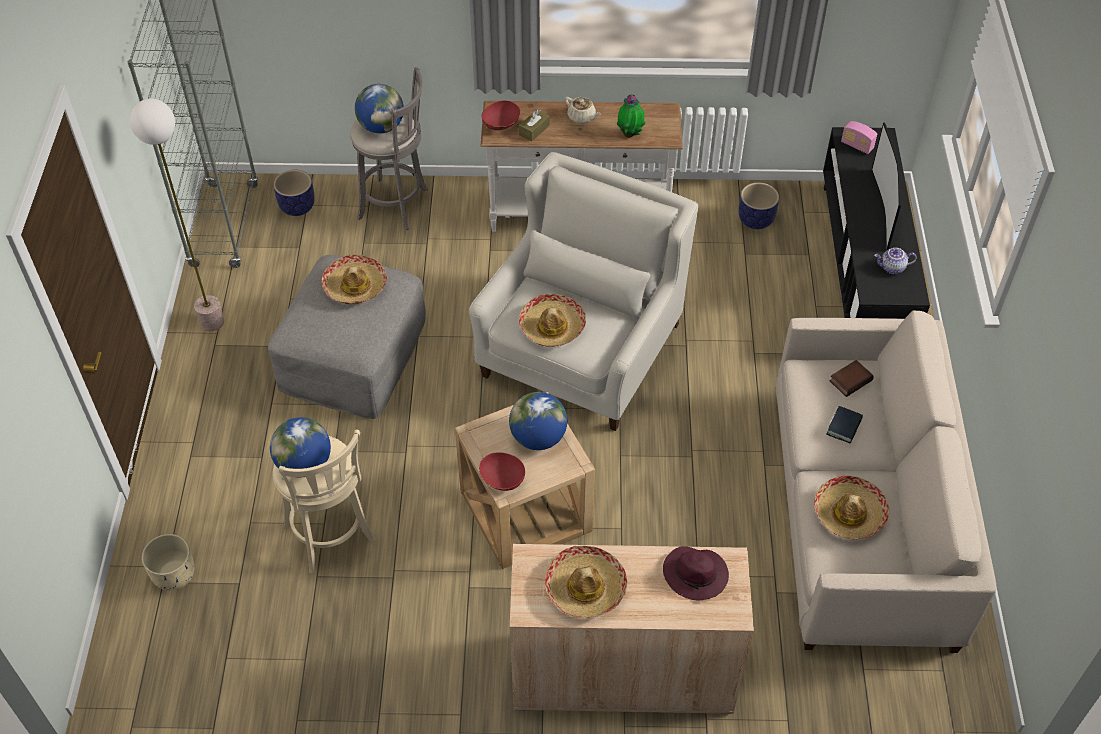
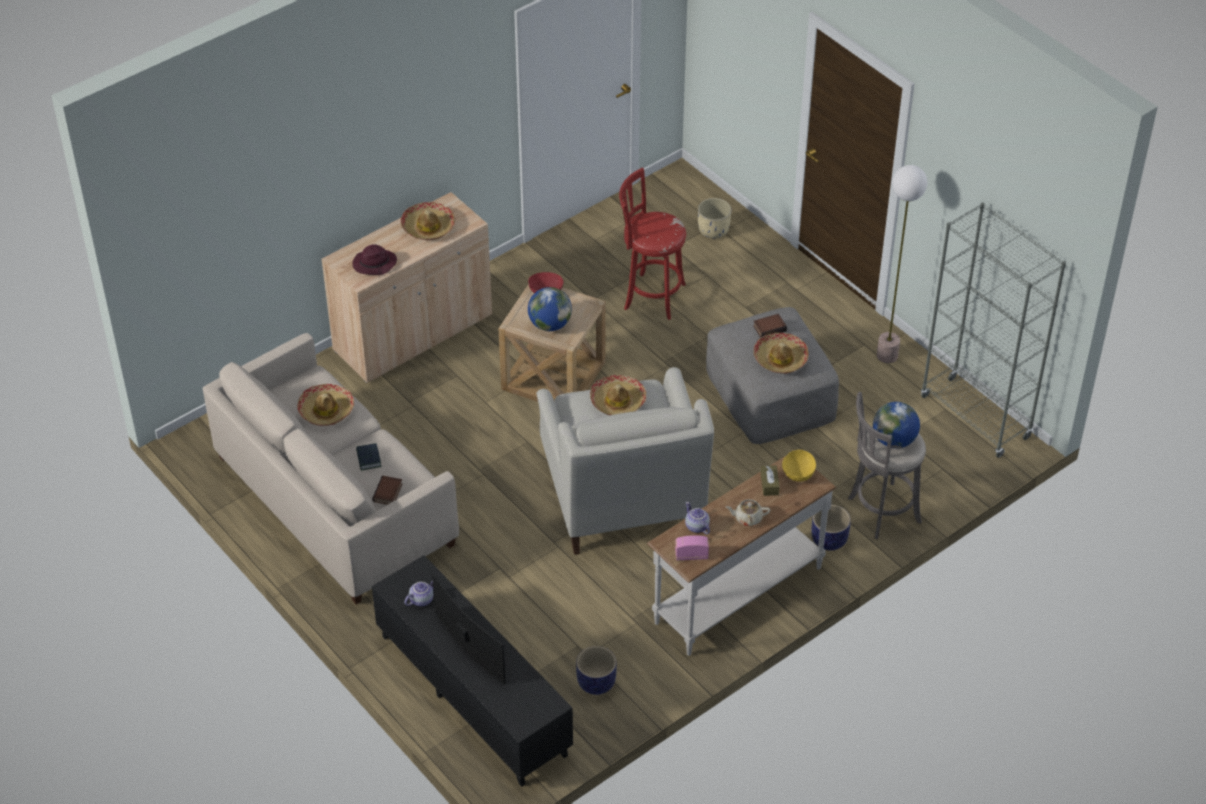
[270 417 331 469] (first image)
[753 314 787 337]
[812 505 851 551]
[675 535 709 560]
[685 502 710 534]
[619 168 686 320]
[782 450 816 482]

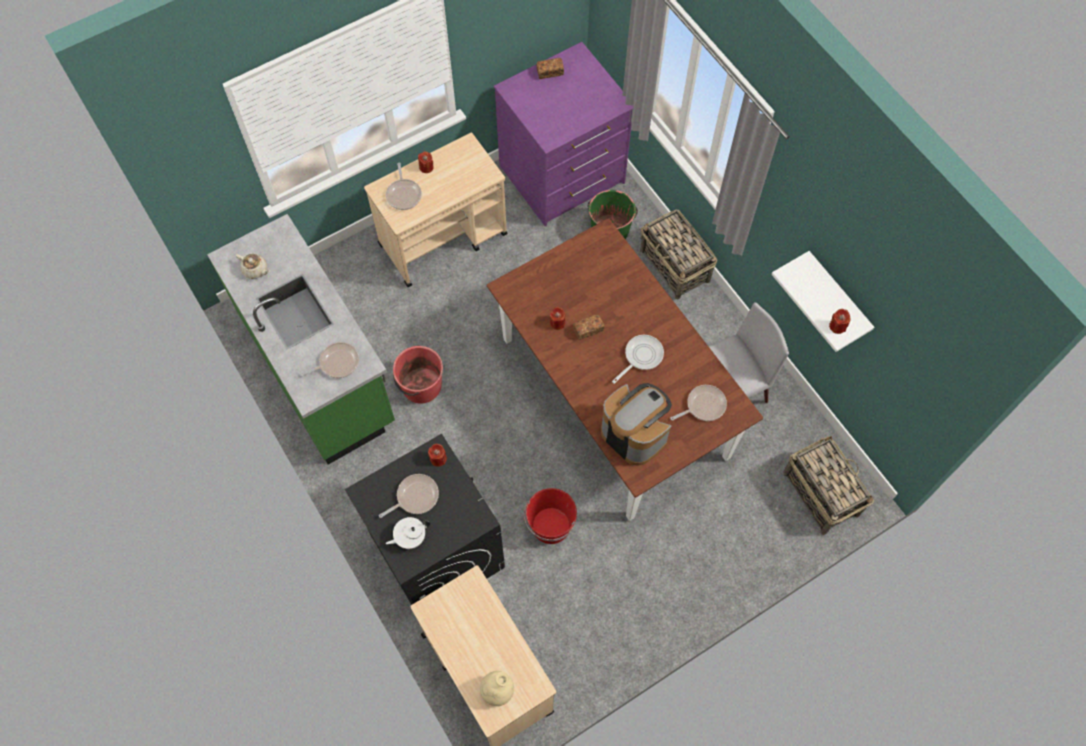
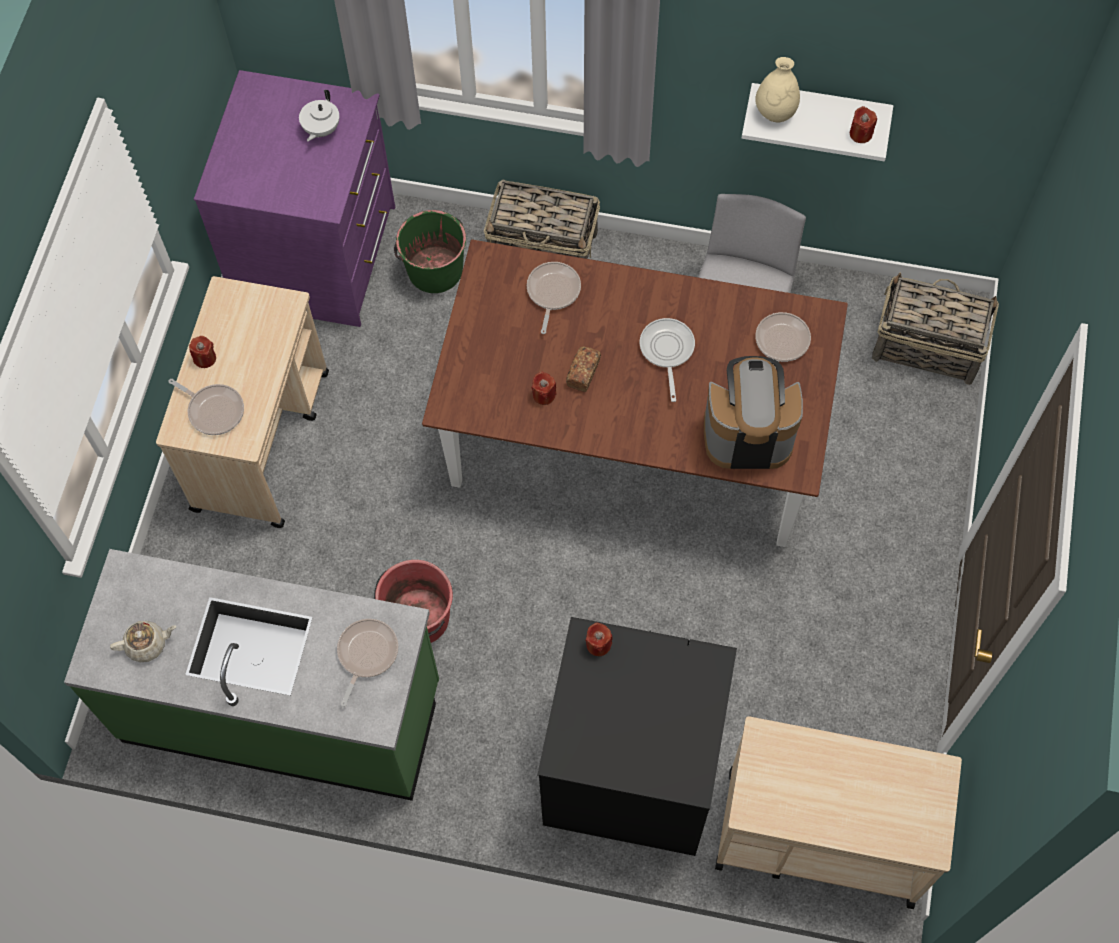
[524 488 577 544] (first image)
[536 58 564 79] (first image)
[527 262 581 334]
[299 90 340 141]
[755 57 800 123]

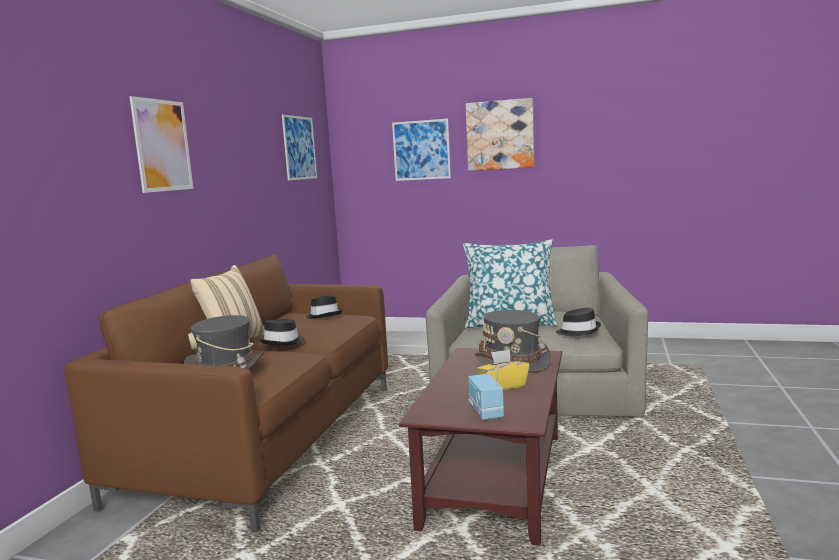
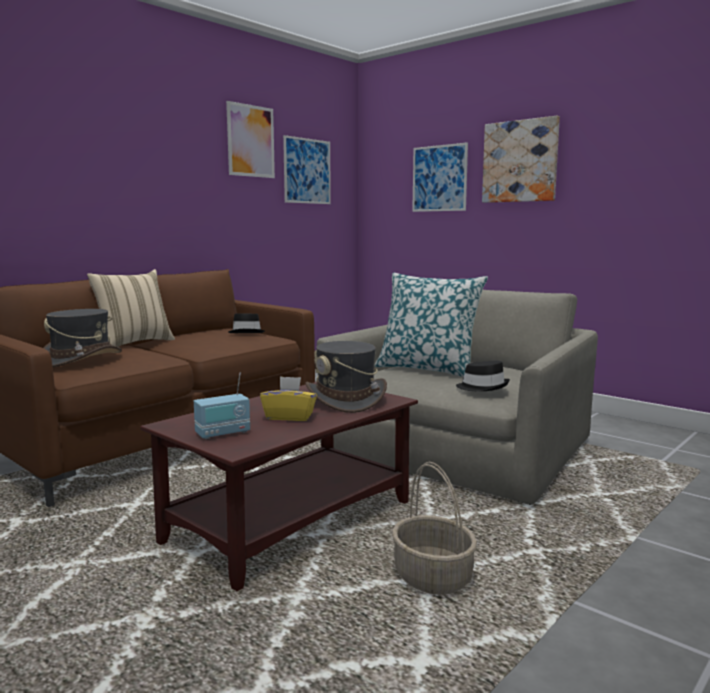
[259 319 305 346] (first image)
[392 462 477 595]
[226 101 275 178]
[194 373 250 439]

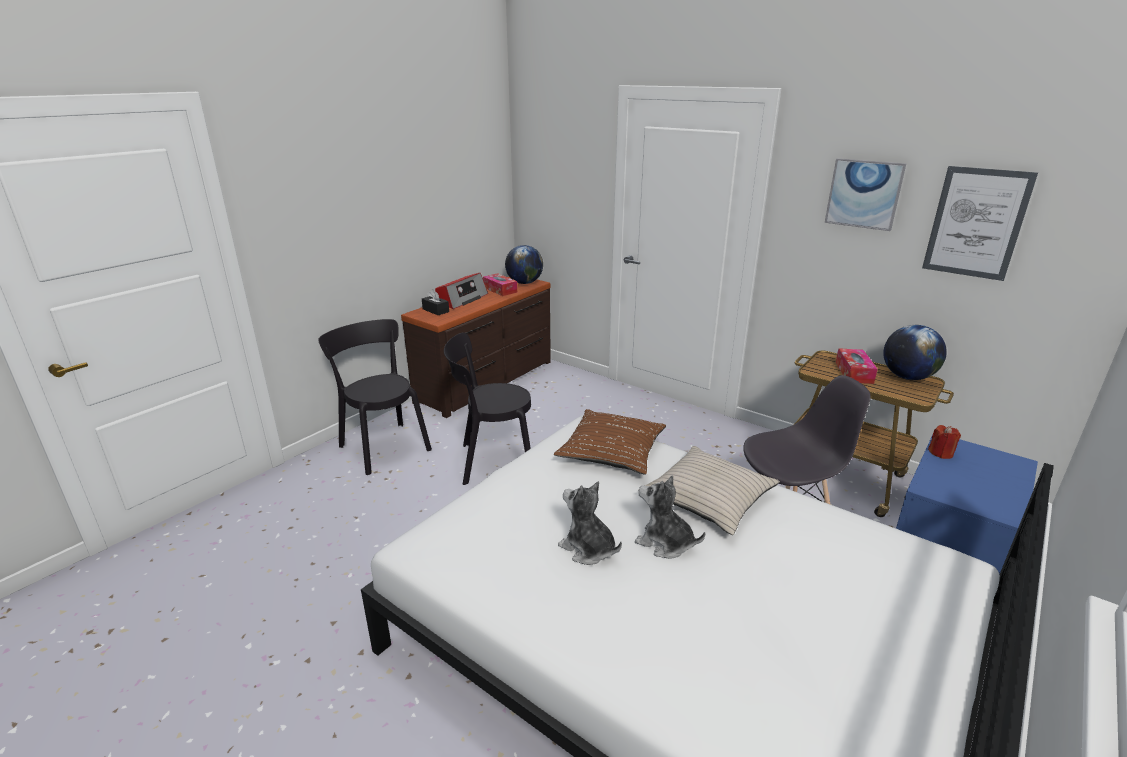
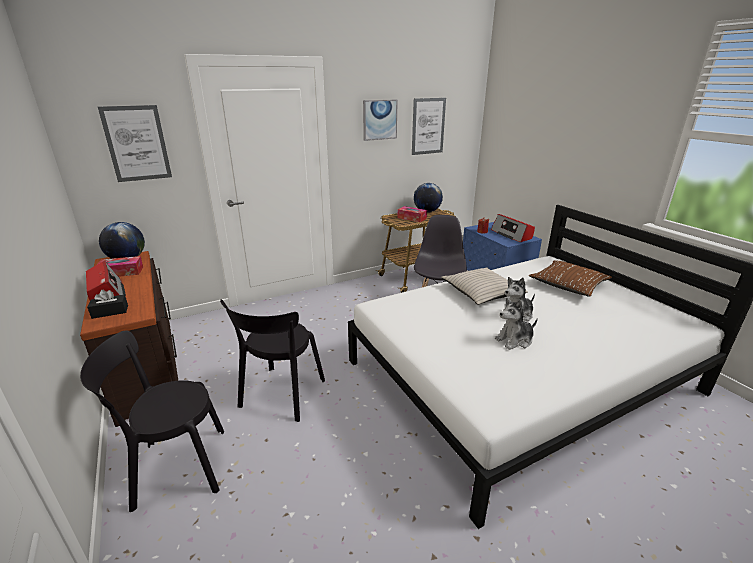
[98 105 172 182]
[491 214 535 242]
[529 260 612 297]

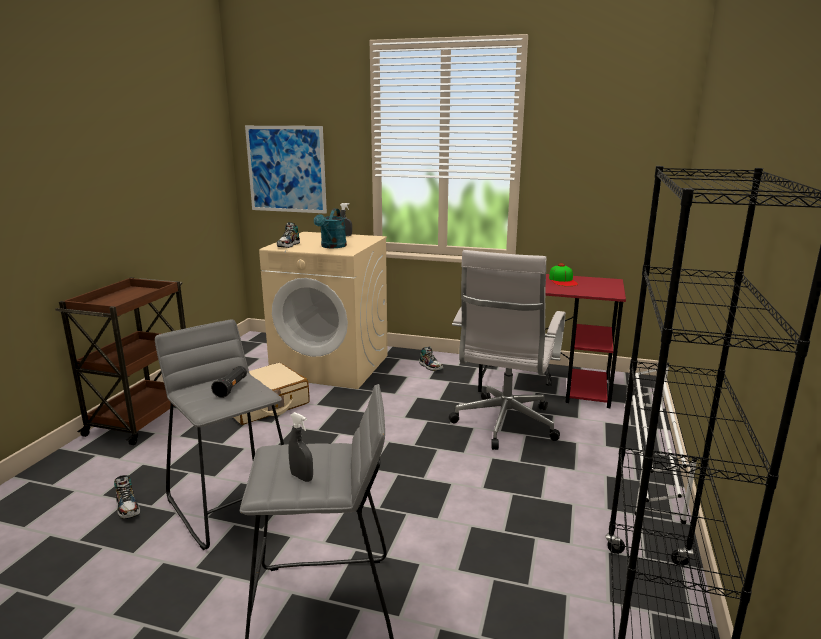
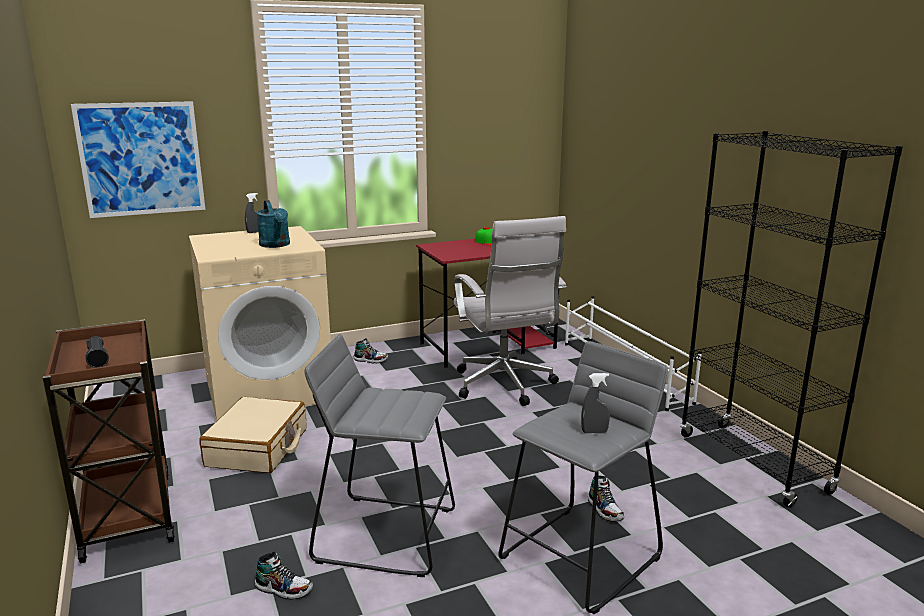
[86 336 109 368]
[588 475 624 522]

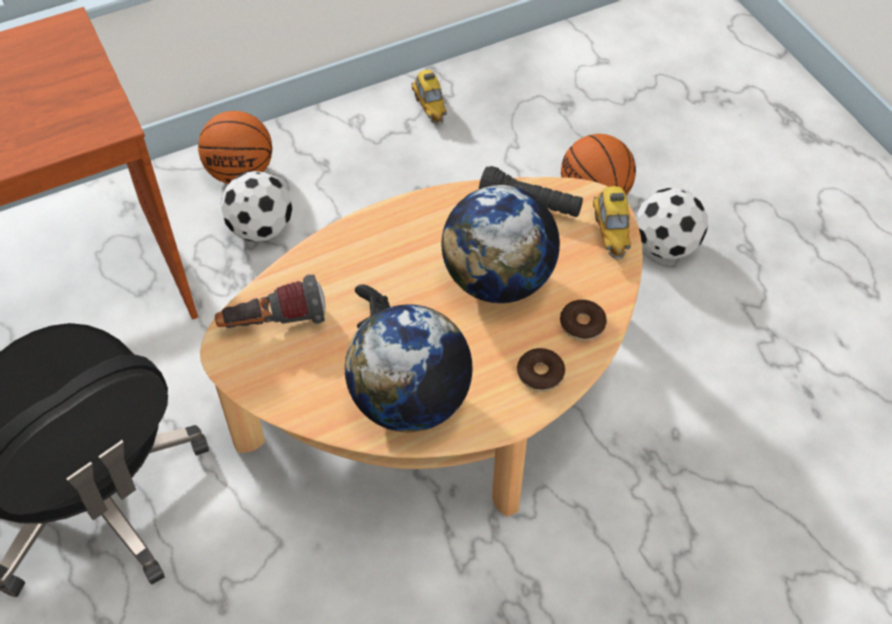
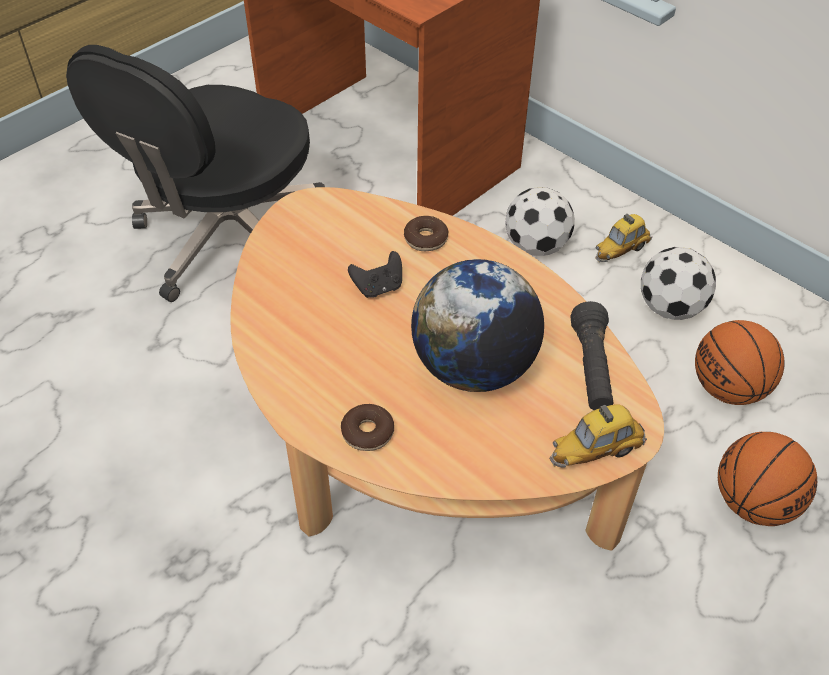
[215 274 326 328] (first image)
[345 304 473 432] (first image)
[695 320 785 405]
[595 214 652 262]
[404 216 448 251]
[641 247 716 320]

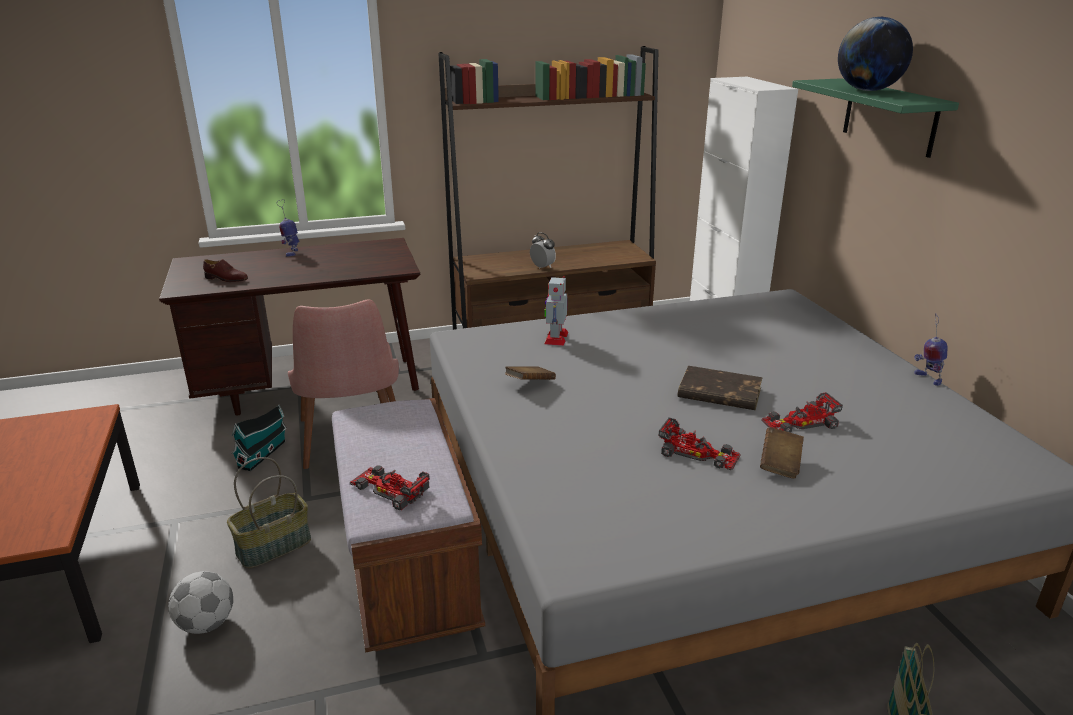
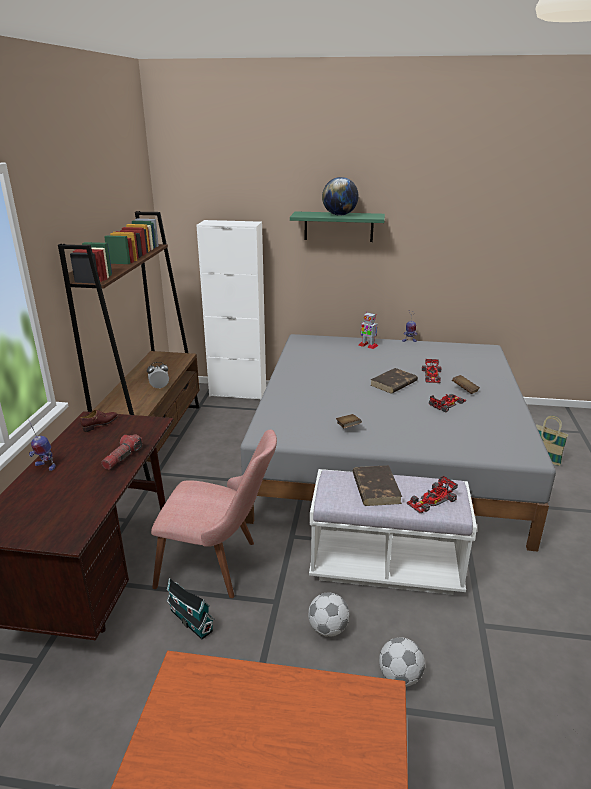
[101 435 143 470]
[353 465 402 506]
[80 410 118 432]
[358 312 378 349]
[308 592 349 637]
[309 469 477 595]

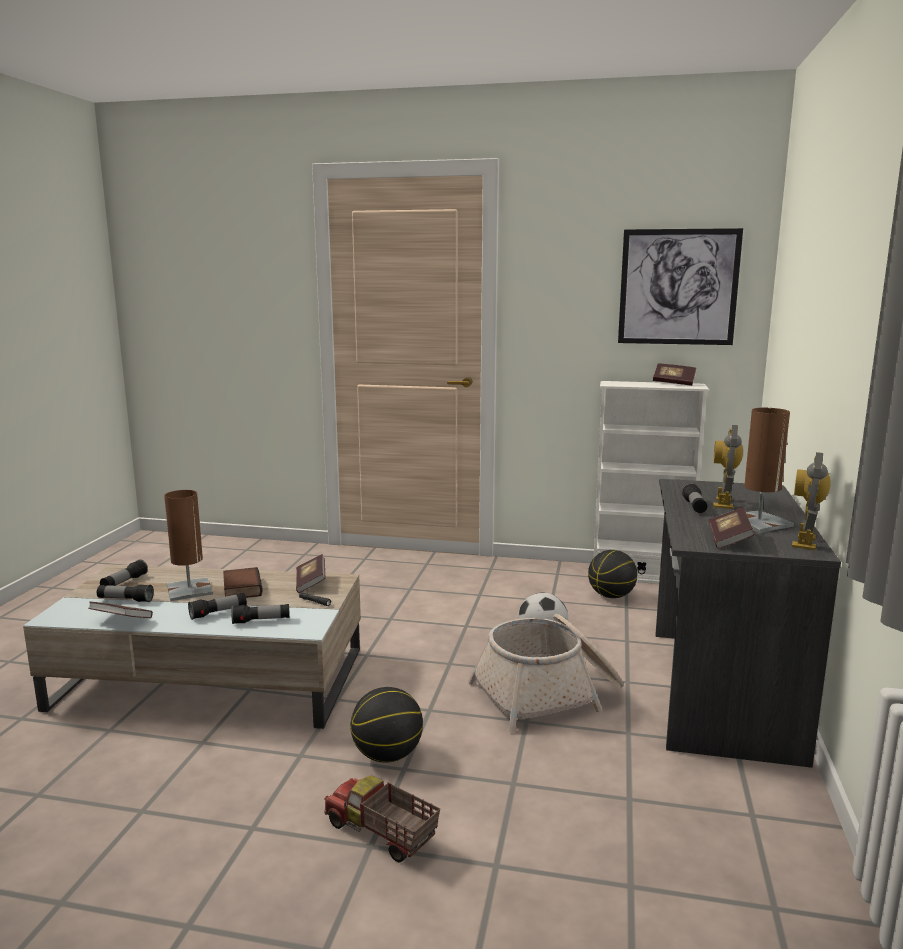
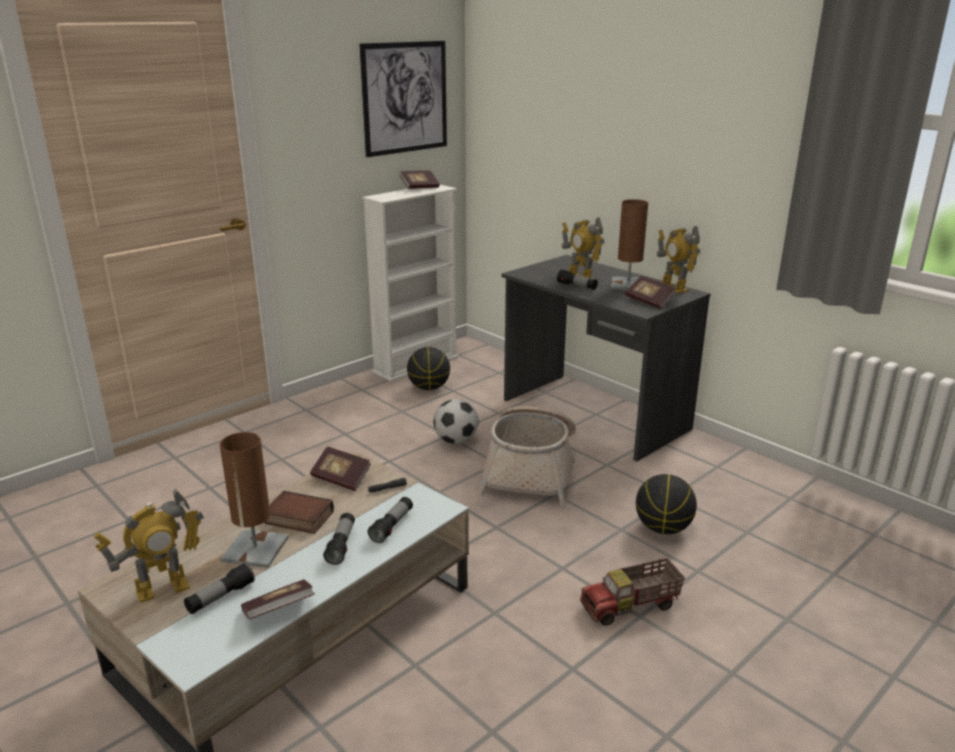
[636 474 697 534]
[94 488 204 603]

